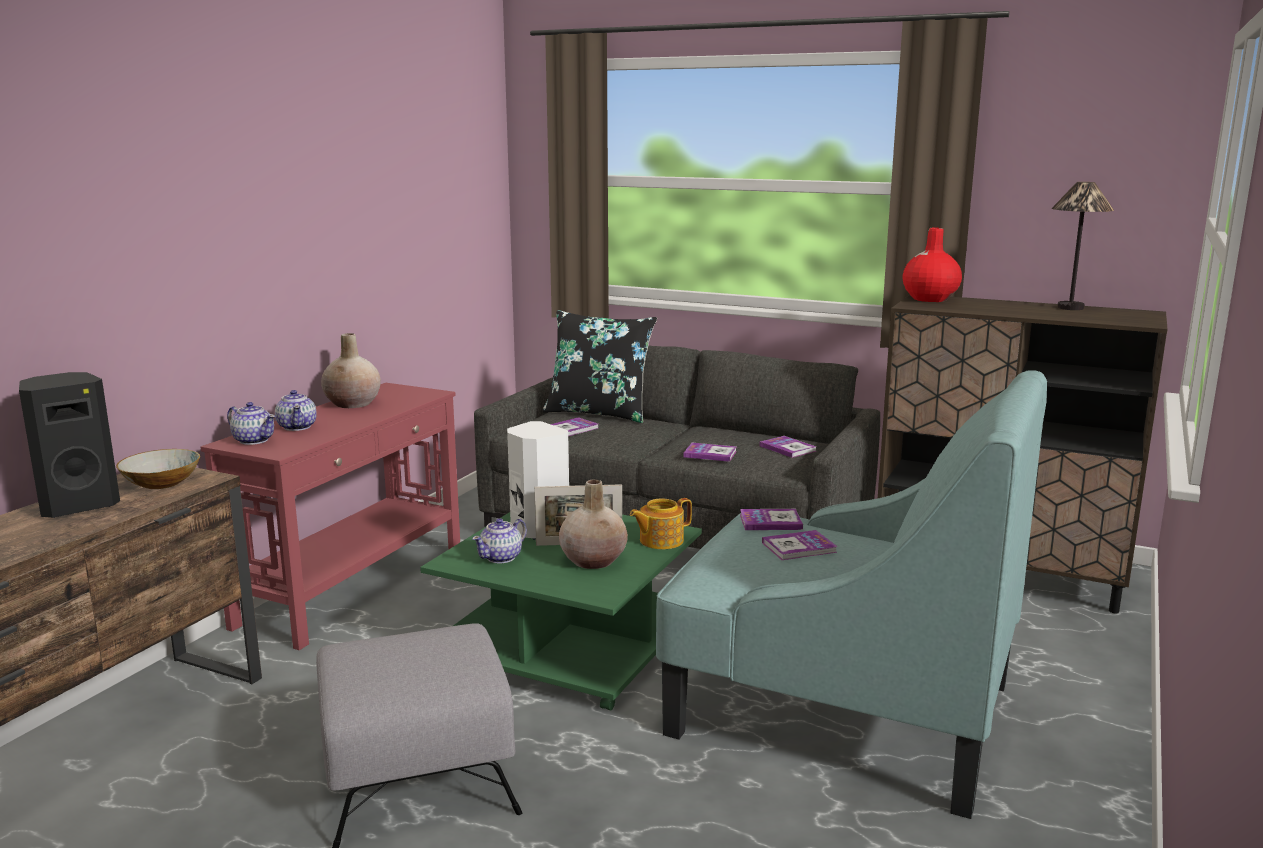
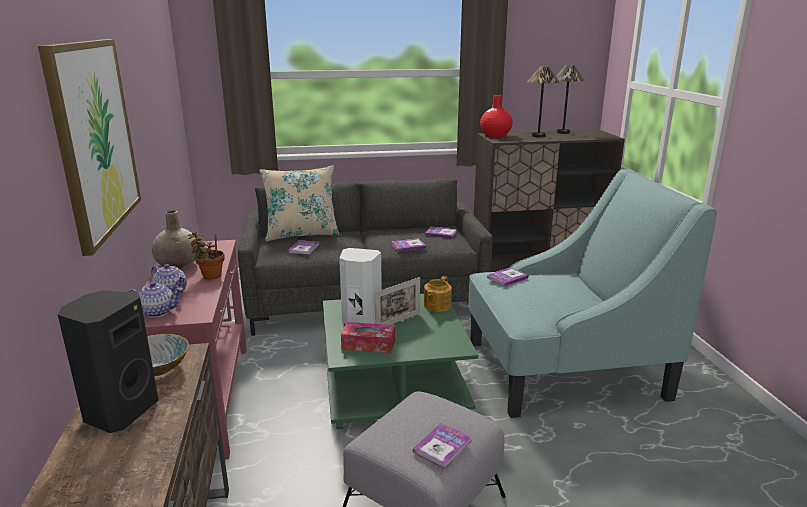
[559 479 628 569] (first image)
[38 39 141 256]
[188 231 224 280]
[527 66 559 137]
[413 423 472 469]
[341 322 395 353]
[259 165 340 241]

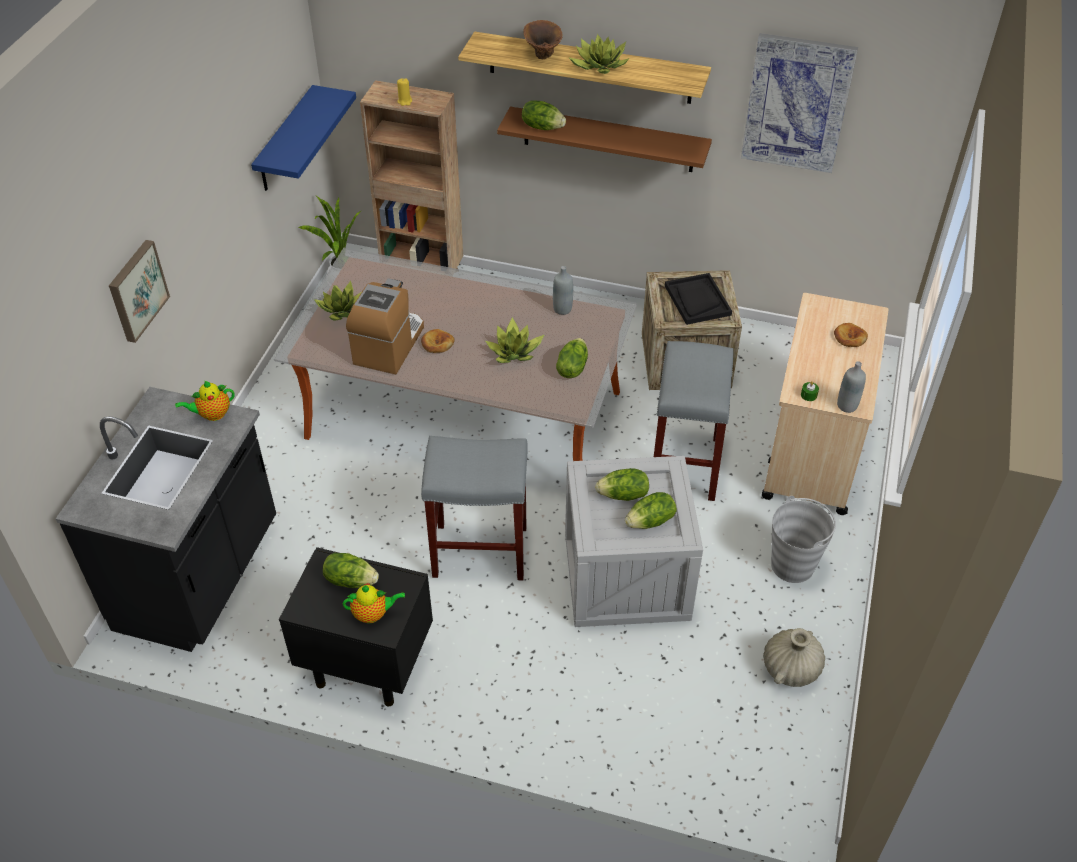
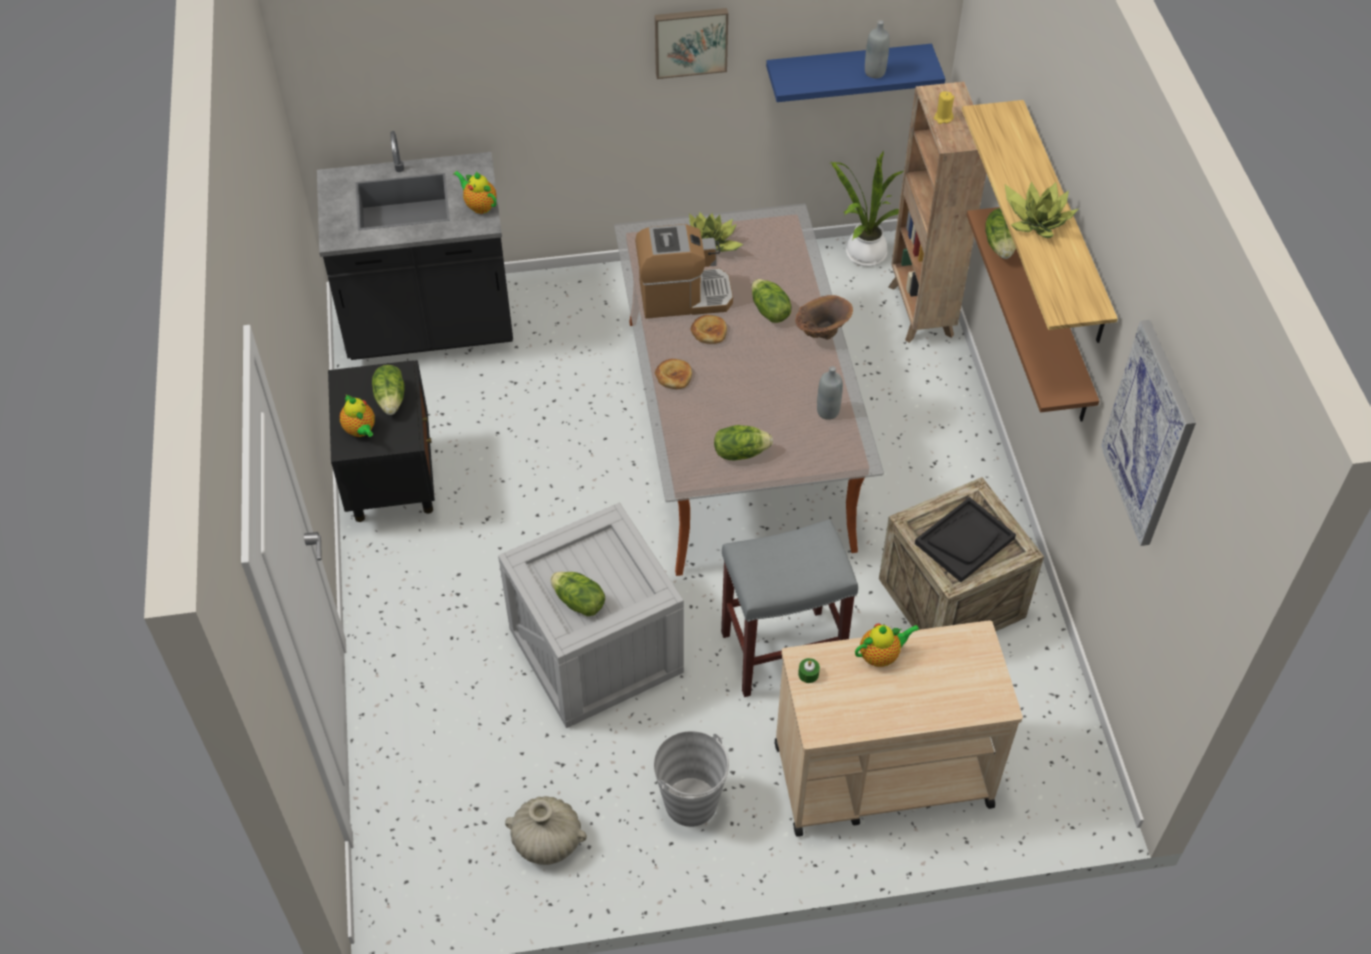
[421 436 528 580] (first image)
[485 317 544 363] (first image)
[855 623 920 667]
[655 8 728 79]
[795 295 853 340]
[751 279 791 323]
[655 359 692 389]
[865 20 890 78]

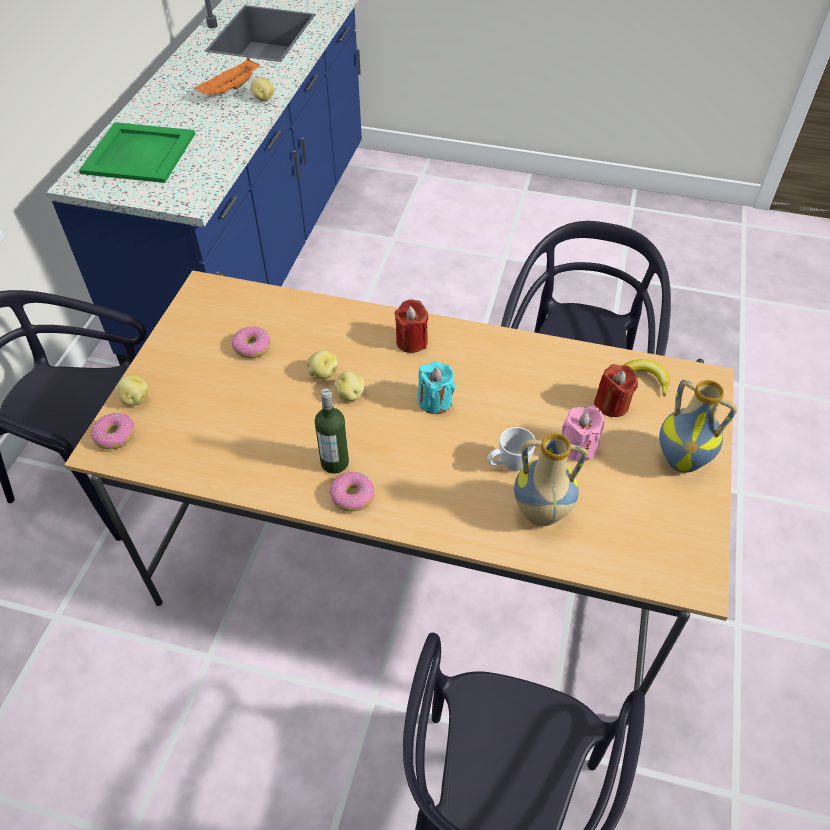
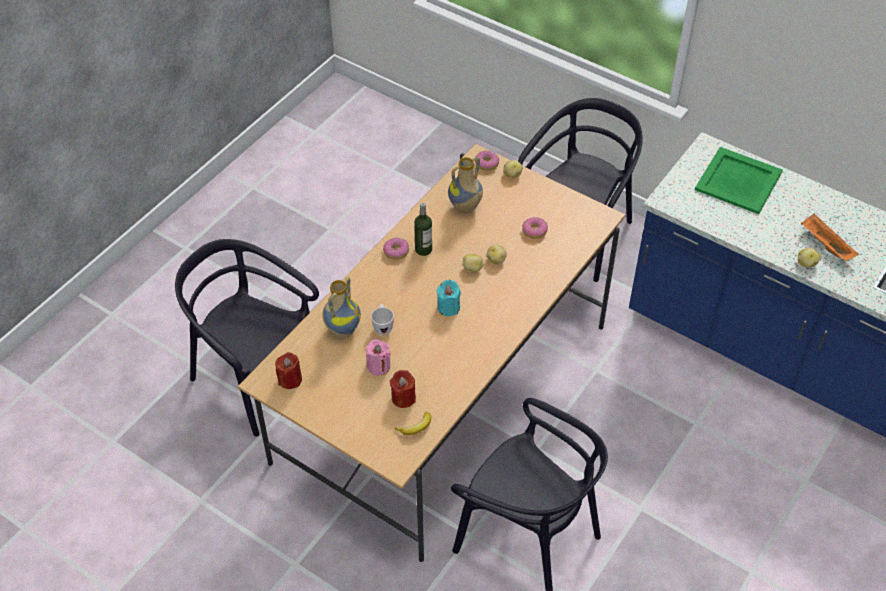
[275 352 302 389]
[448 157 483 214]

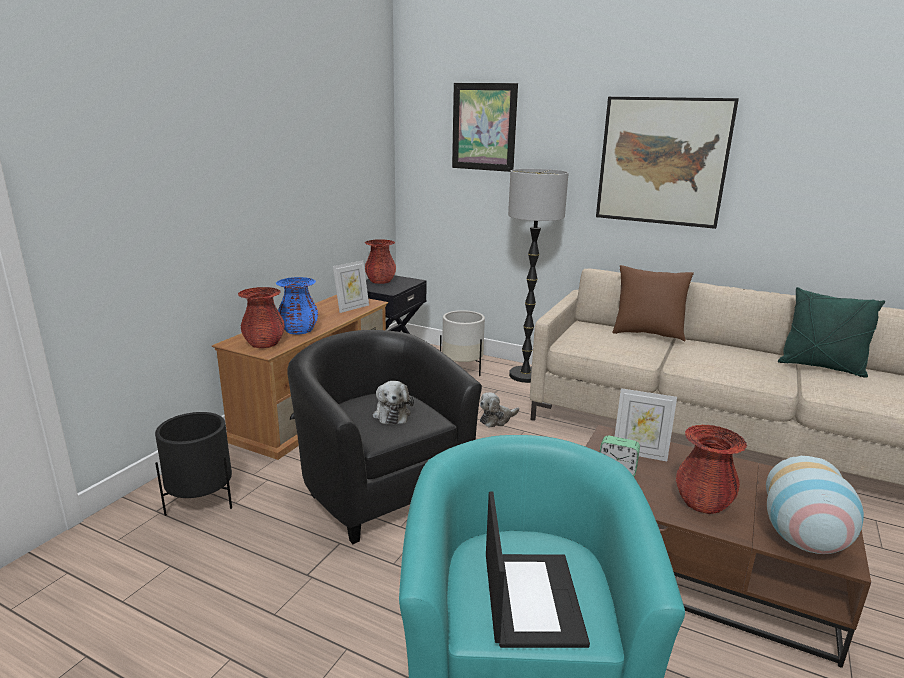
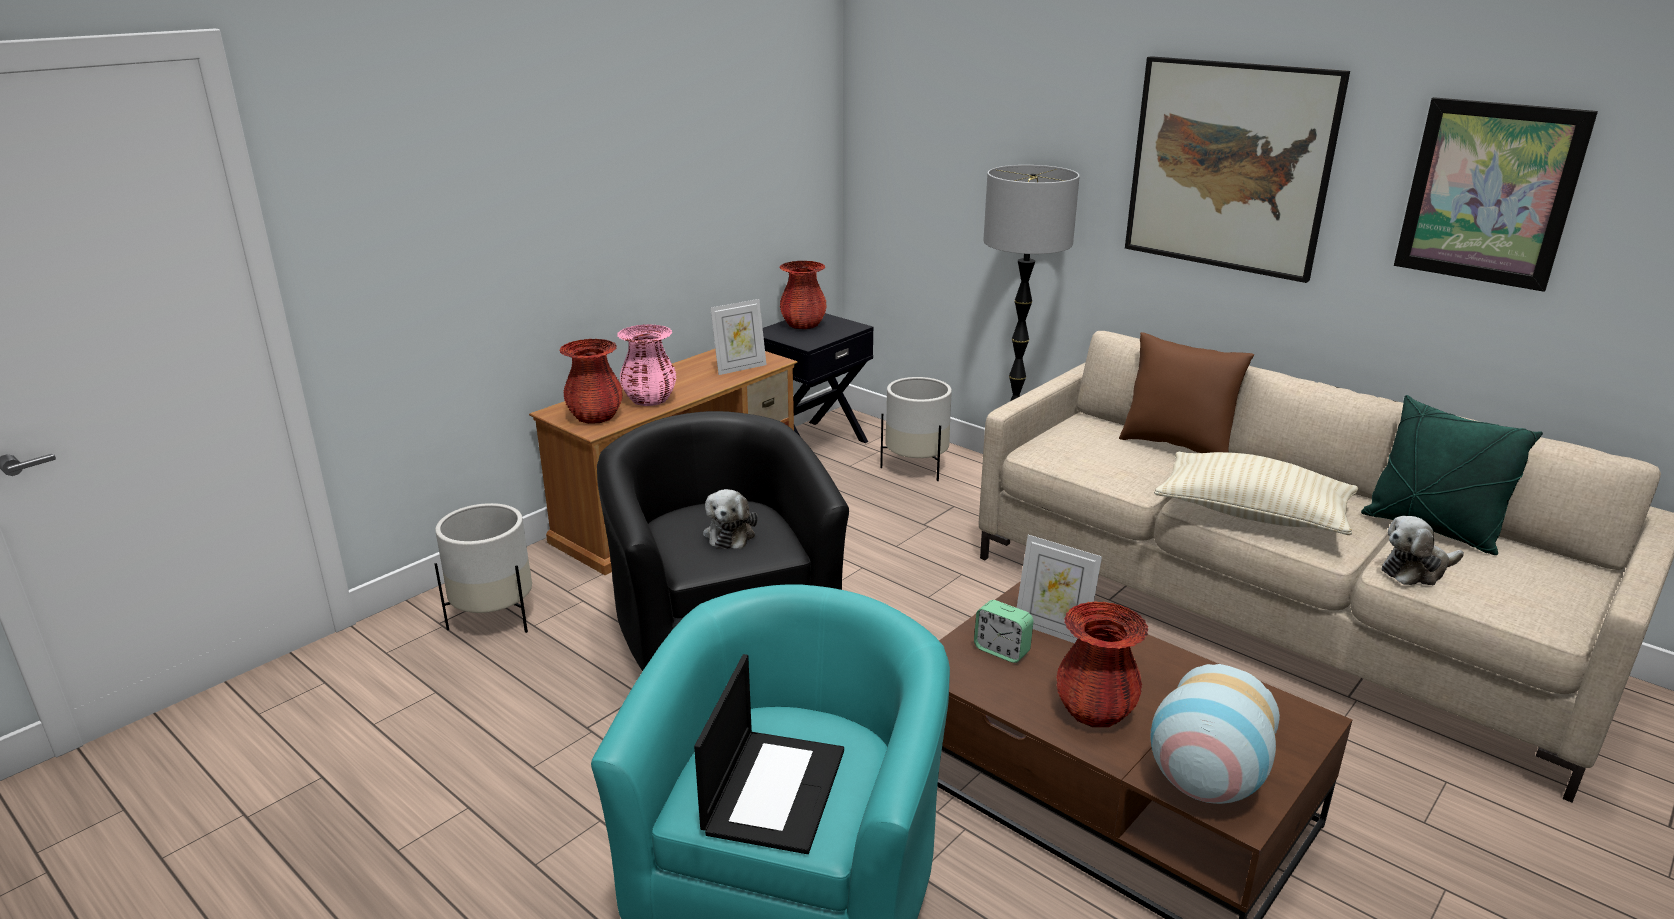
[1154 452 1358 535]
[1394 97 1598 292]
[1381 516 1464 585]
[435 503 532 633]
[617 324 676 406]

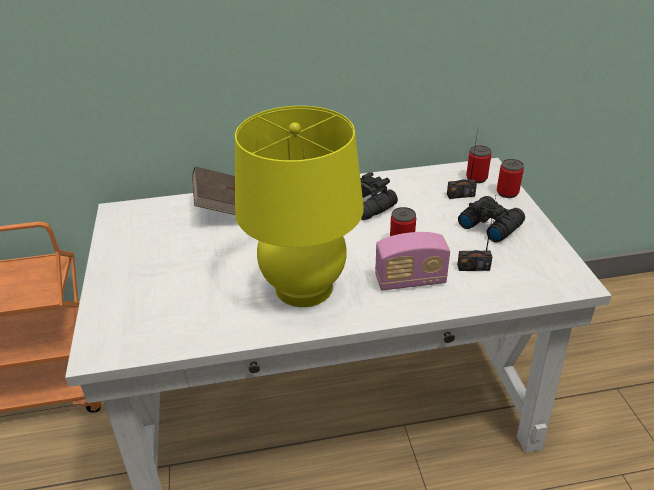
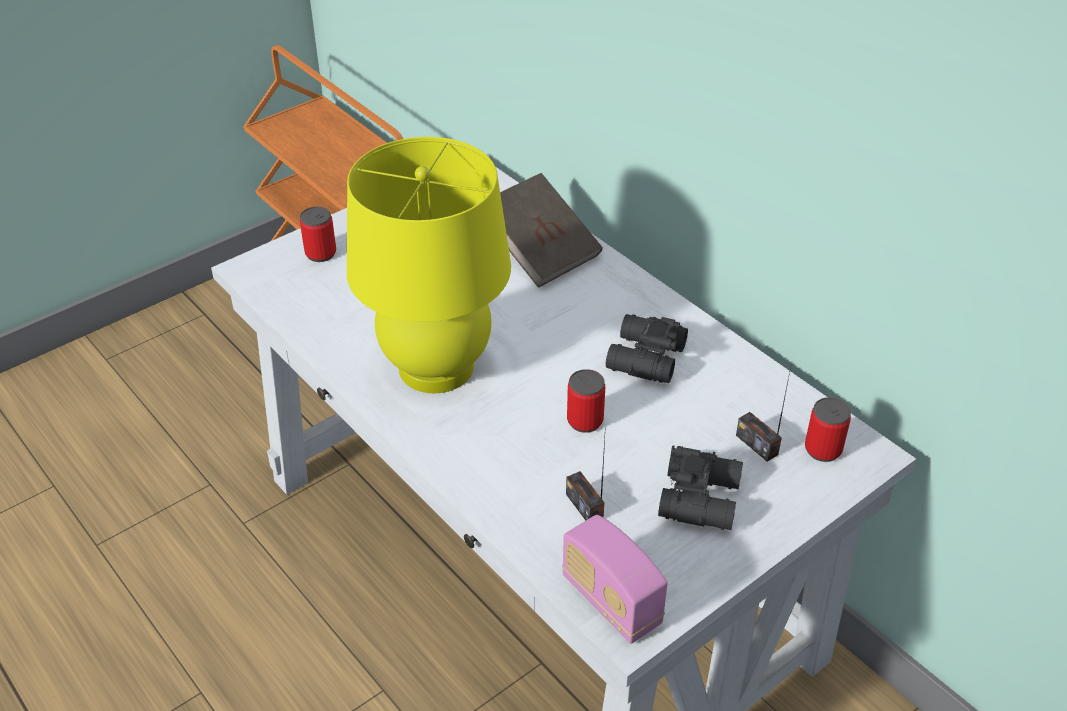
[562 515 668 644]
[300 207 336 262]

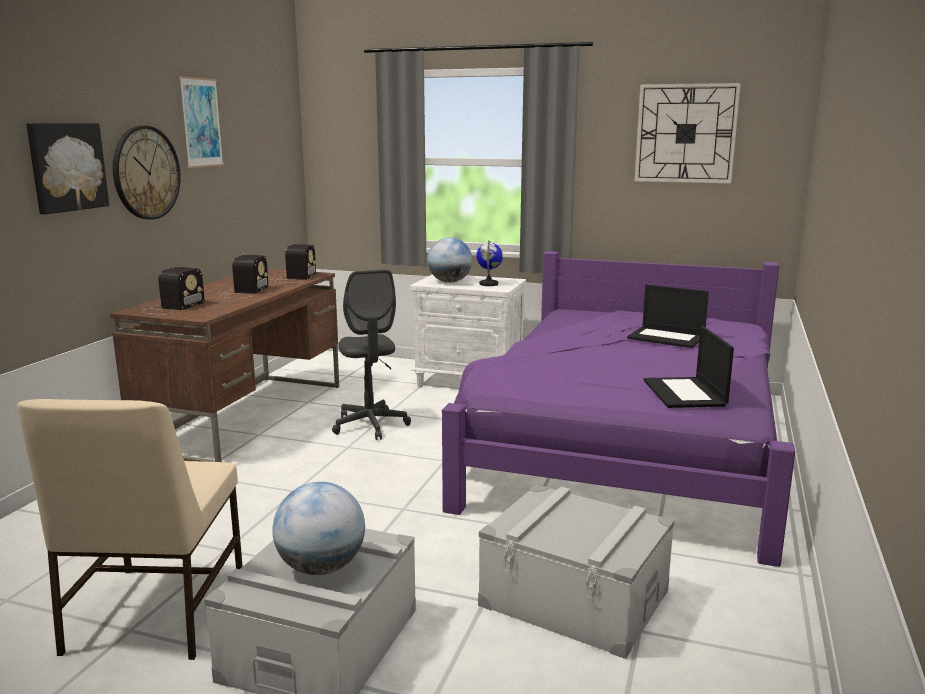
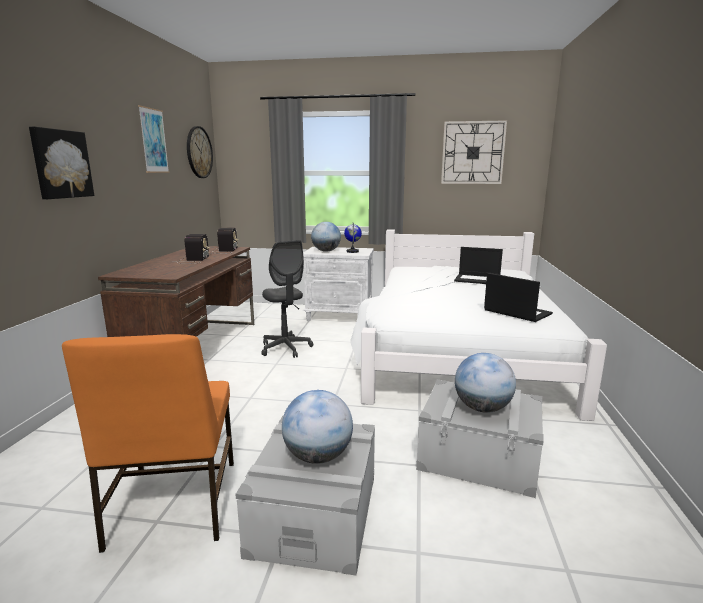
[142 267 205 315] (first image)
[455 353 516 413]
[187 126 213 178]
[62 334 234 553]
[350 229 607 421]
[484 273 553 322]

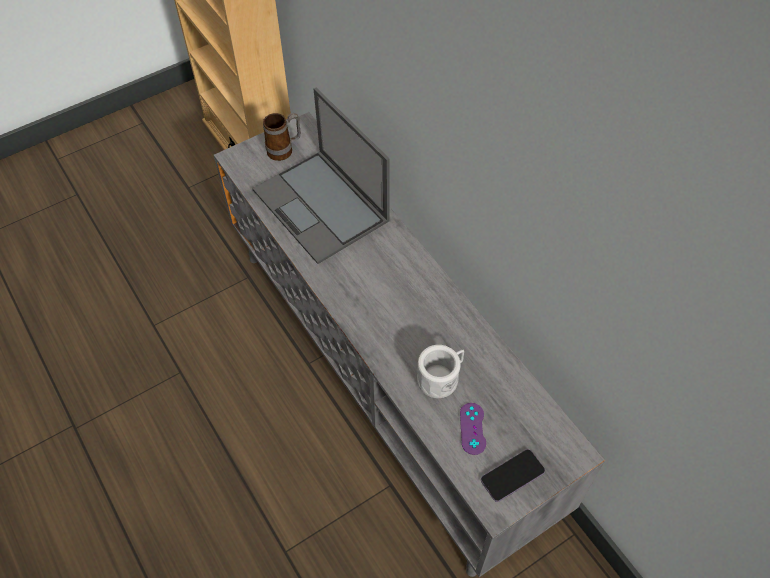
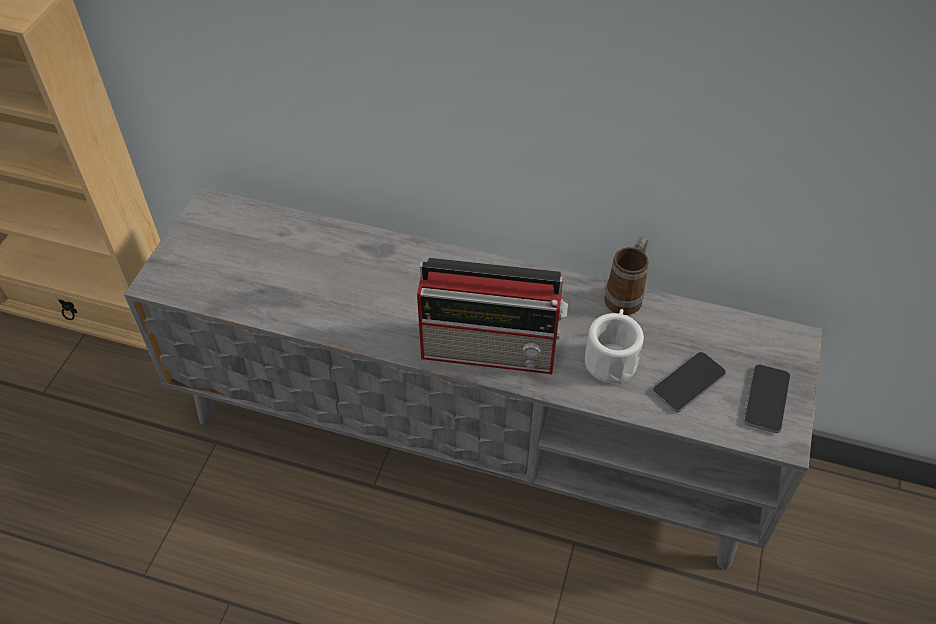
[252 88 390 264] (first image)
[417 258 568 374]
[604 236 649 315]
[652 352 726 412]

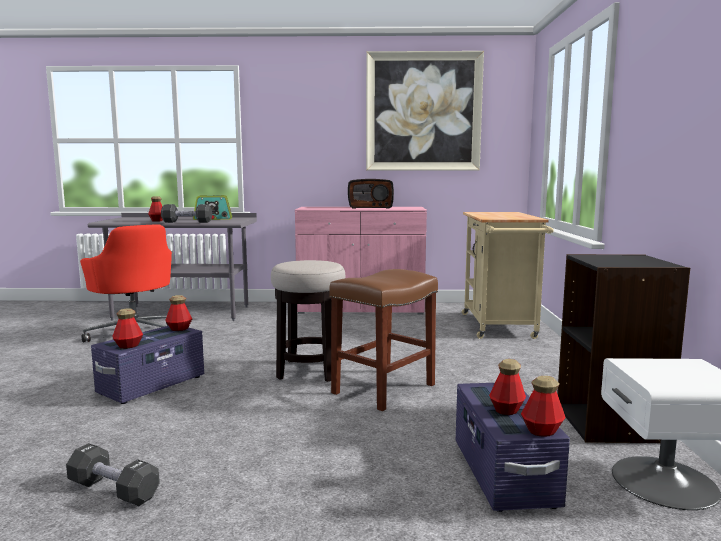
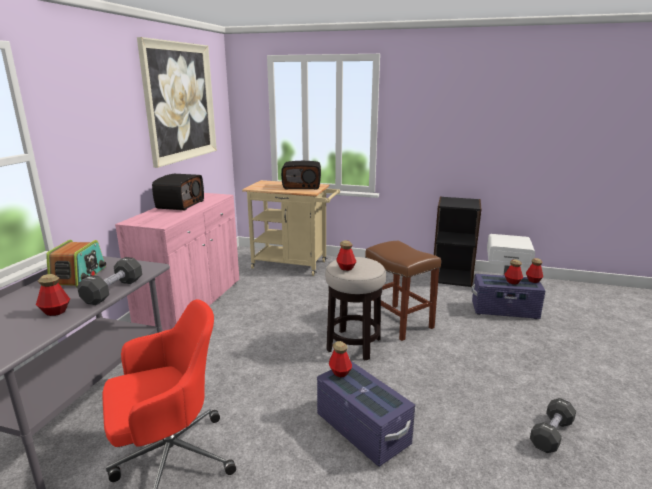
[281 161 321 190]
[336 240 356 271]

